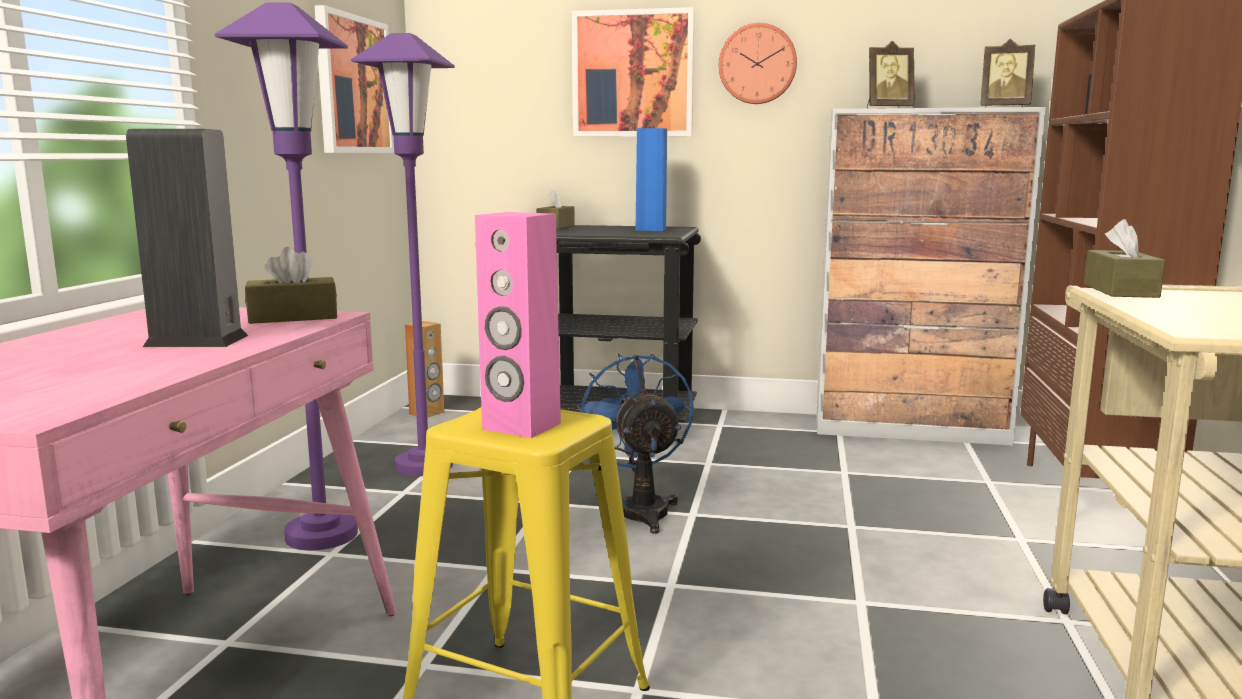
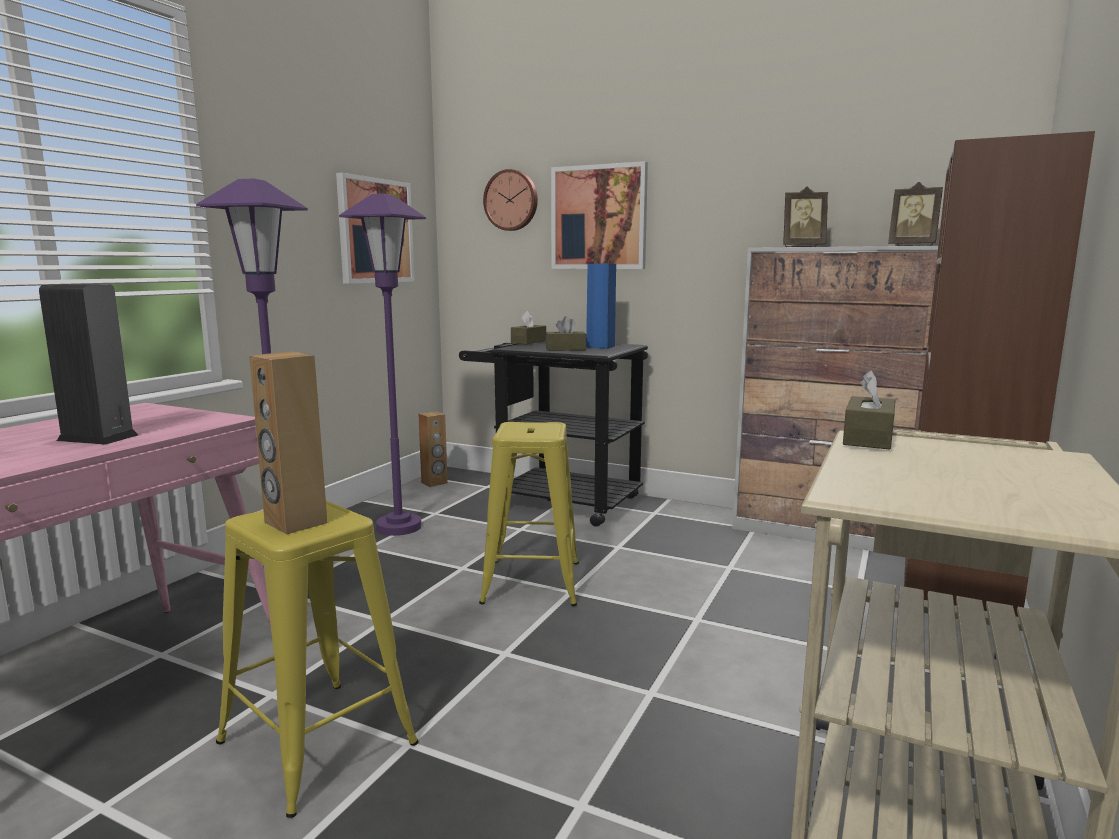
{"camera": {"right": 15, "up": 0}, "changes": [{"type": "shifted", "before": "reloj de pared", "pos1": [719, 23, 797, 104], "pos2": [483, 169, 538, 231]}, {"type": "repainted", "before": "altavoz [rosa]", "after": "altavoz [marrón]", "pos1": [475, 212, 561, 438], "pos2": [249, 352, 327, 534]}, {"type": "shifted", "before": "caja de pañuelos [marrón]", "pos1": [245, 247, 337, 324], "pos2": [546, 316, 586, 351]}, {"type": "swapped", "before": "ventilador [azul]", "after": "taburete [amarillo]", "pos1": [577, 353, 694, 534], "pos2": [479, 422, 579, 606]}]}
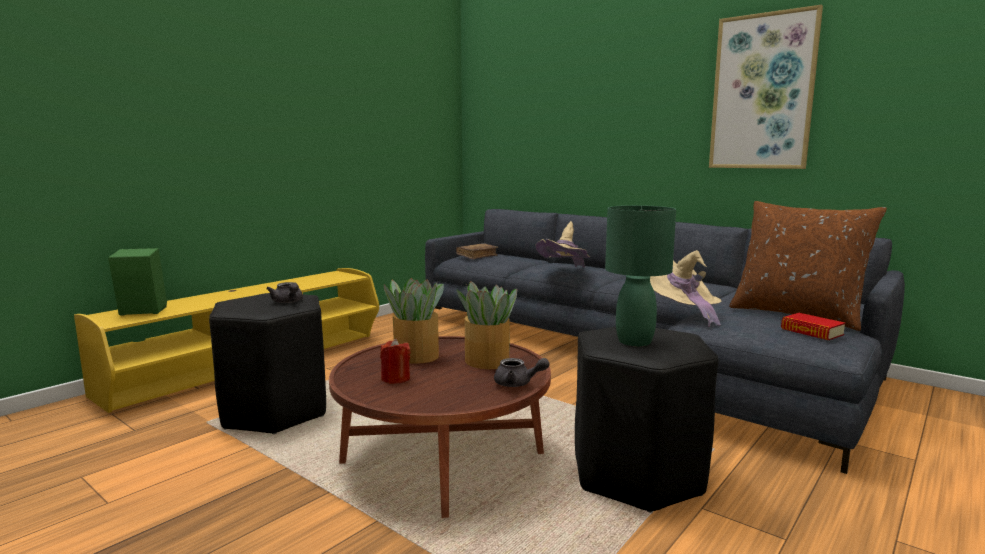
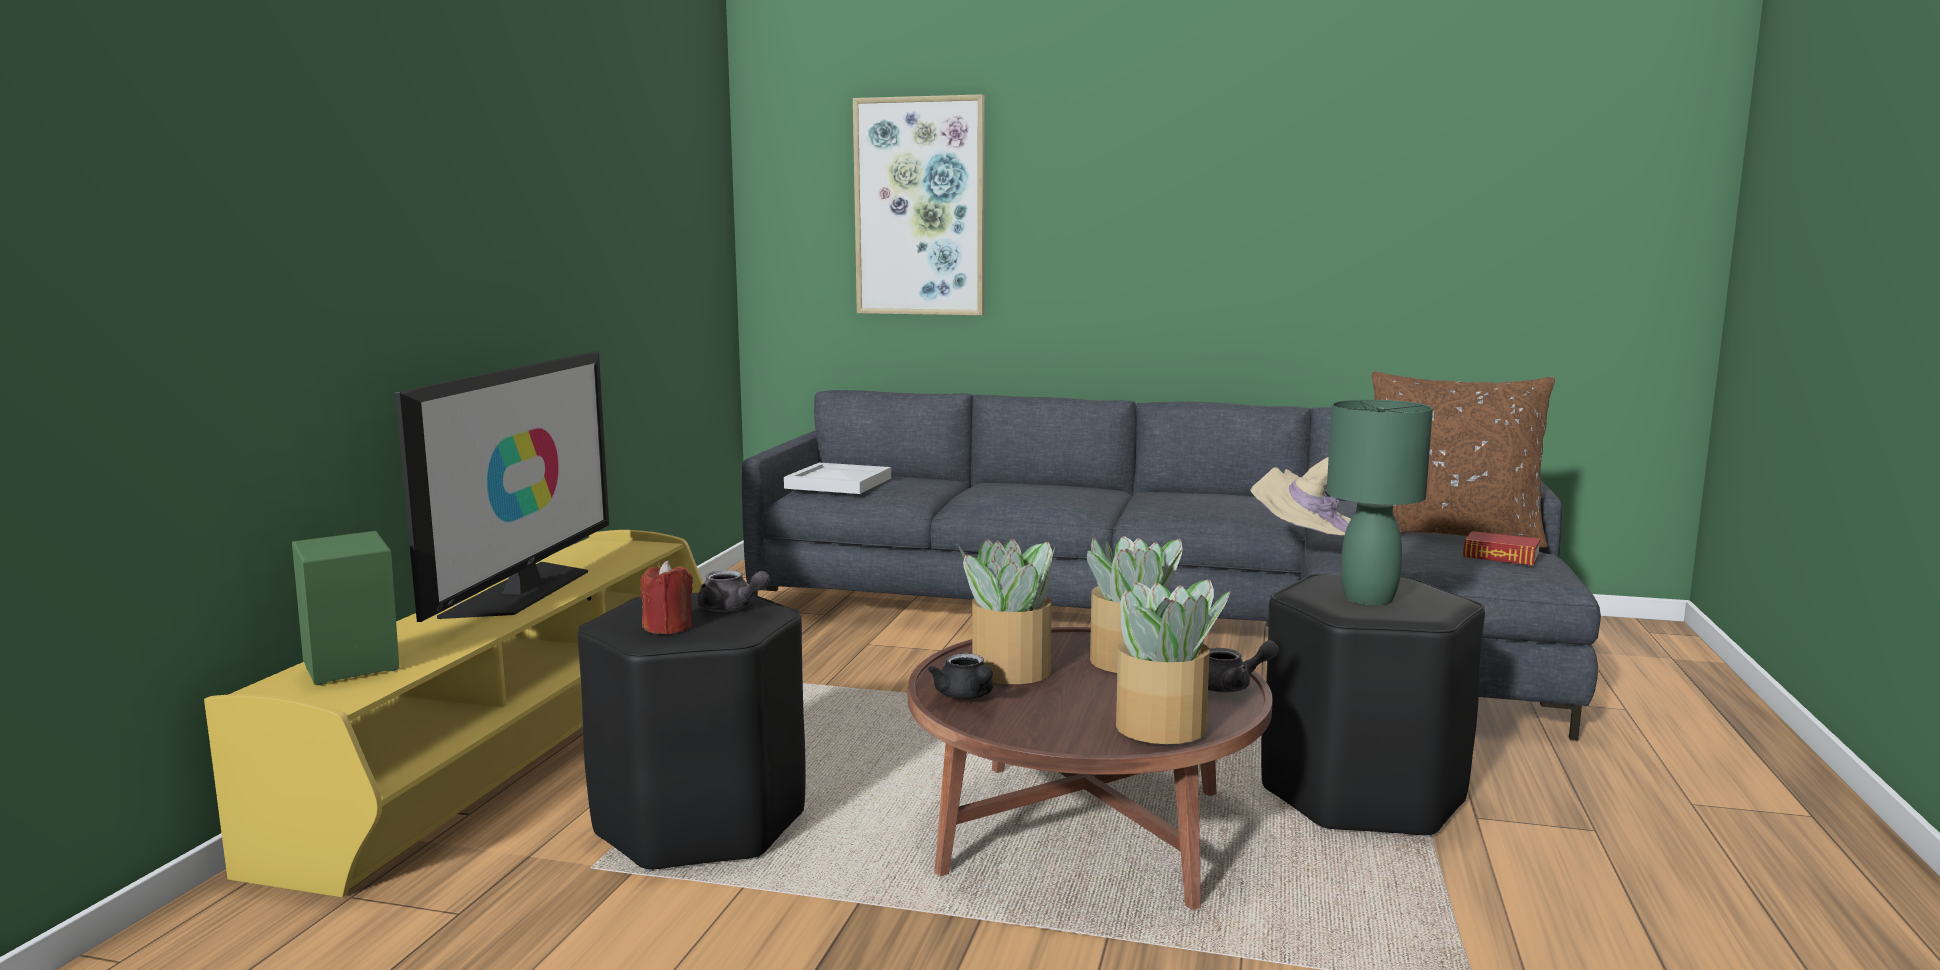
{"camera": {"right": -25, "up": 0}, "changes": [{"type": "shifted", "before": "cuadro", "pos1": [709, 4, 823, 169], "pos2": [853, 94, 985, 315]}, {"type": "gone", "before": "sombrero [beis]", "pos1": [536, 221, 590, 268]}, {"type": "swapped", "before": "libro [marrón]", "after": "bandeja [blanco]", "pos1": [456, 243, 498, 259], "pos2": [784, 463, 891, 494]}, {"type": "shifted", "before": "vela [rojo]", "pos1": [380, 339, 410, 384], "pos2": [641, 561, 693, 635]}, {"type": "new", "after": "televisor", "pos2": [395, 351, 609, 622]}, {"type": "new", "after": "planta en maceta", "pos2": [1116, 580, 1230, 744]}, {"type": "new", "after": "tetera [negro]", "pos2": [928, 653, 993, 699]}]}
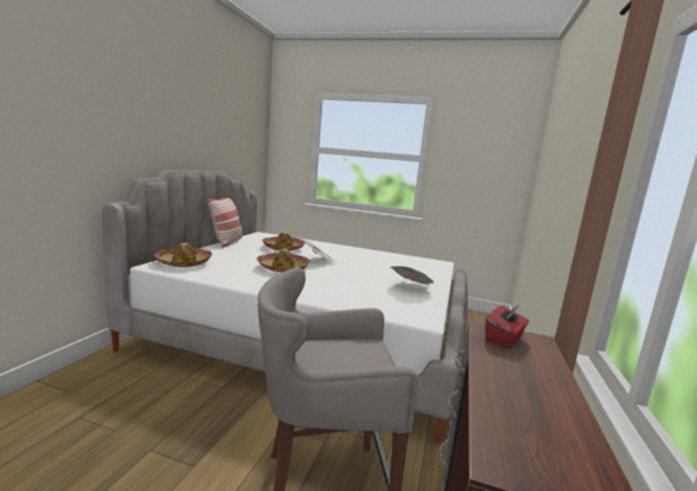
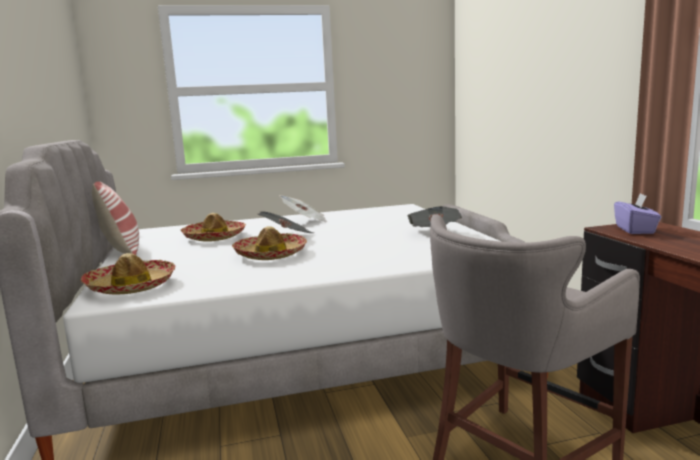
{"camera": {"right": -30, "up": 0}, "changes": [{"type": "repainted", "before": "caja de pañuelos [rojo]", "after": "caja de pañuelos [morado]", "pos1": [486, 305, 529, 348], "pos2": [614, 193, 661, 234]}, {"type": "new", "after": "periódico", "pos2": [279, 195, 327, 222]}]}
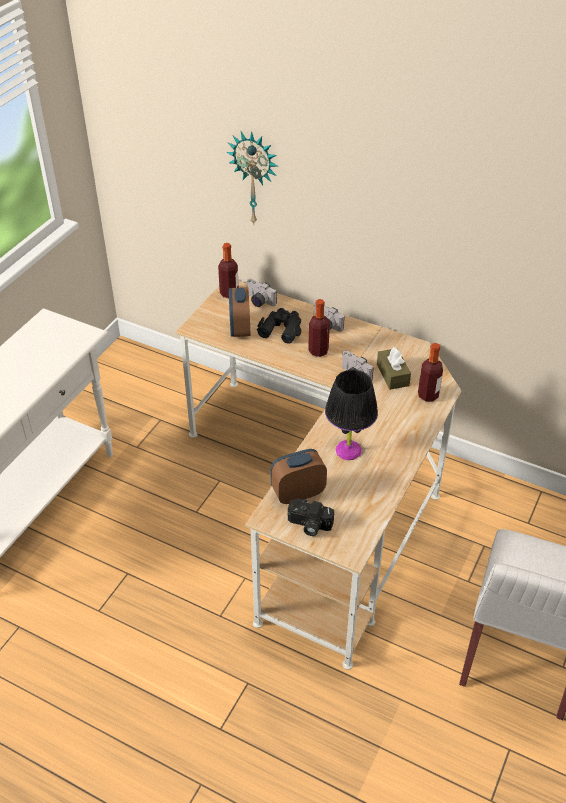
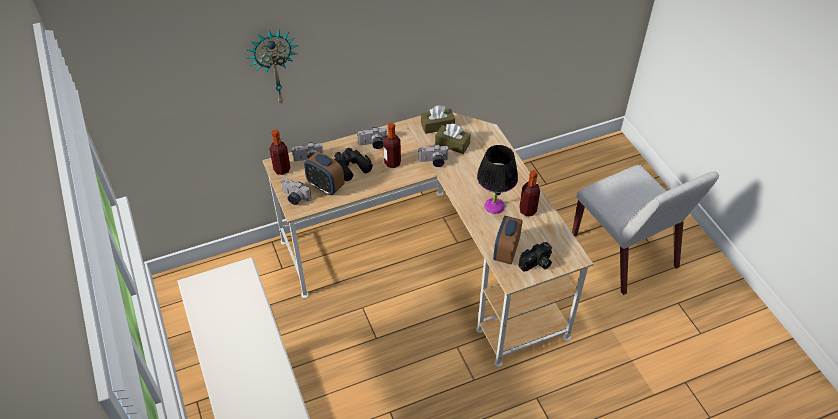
{"camera": {"right": -50, "up": 5}, "changes": [{"type": "shifted", "before": "botella", "pos1": [418, 343, 443, 402], "pos2": [519, 171, 540, 216]}, {"type": "new", "after": "caja de pañuelos [marrón]", "pos2": [421, 105, 455, 134]}, {"type": "new", "after": "cámara", "pos2": [281, 179, 311, 205]}]}
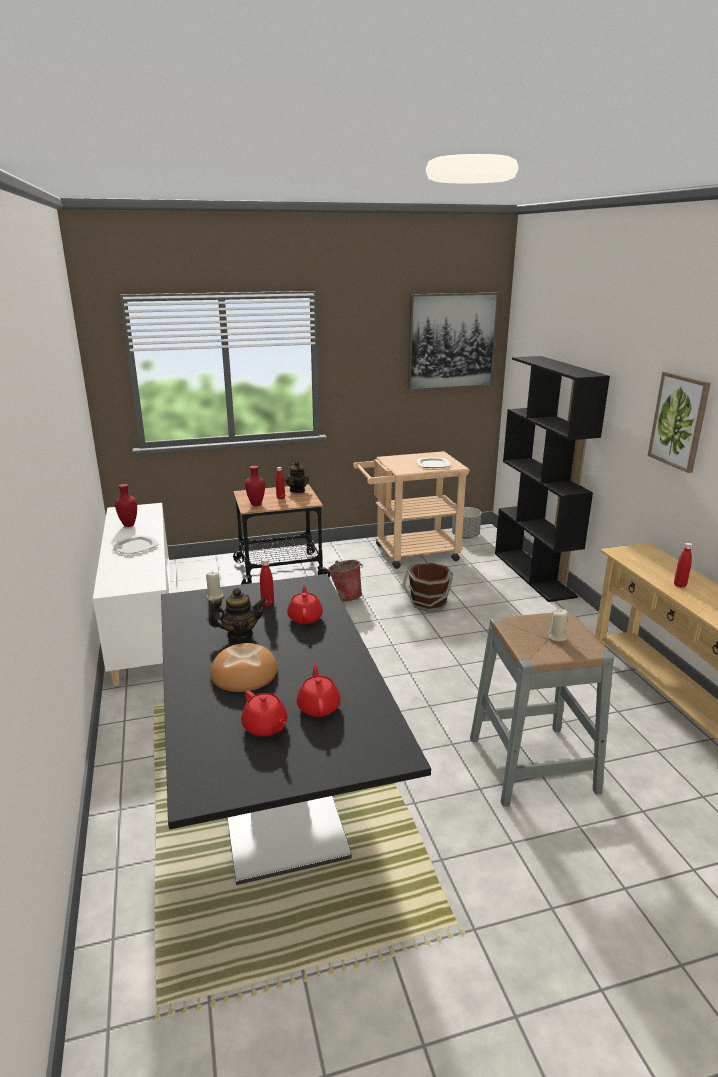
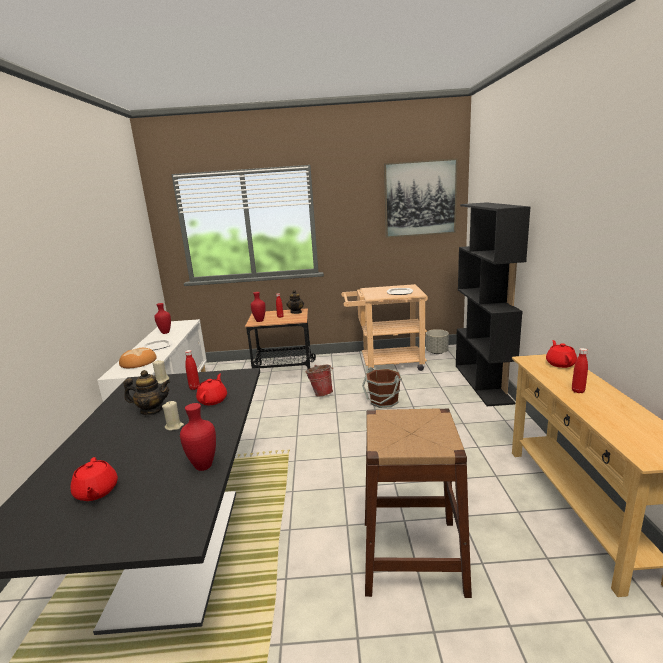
{"camera": {"right": 15, "up": -5}, "changes": [{"type": "gone", "before": "cuadro", "pos1": [648, 372, 711, 473]}, {"type": "shifted", "before": "vela [beis]", "pos1": [548, 609, 568, 641], "pos2": [162, 401, 184, 431]}, {"type": "repainted", "before": "taburete [gris]", "after": "taburete [marrón]", "pos1": [470, 611, 614, 807], "pos2": [365, 408, 472, 598]}, {"type": "shifted", "before": "pan", "pos1": [210, 643, 278, 692], "pos2": [119, 348, 157, 368]}, {"type": "shifted", "before": "tetera [rojo]", "pos1": [297, 664, 340, 717], "pos2": [546, 340, 577, 368]}, {"type": "new", "after": "florero [rojo]", "pos2": [180, 403, 216, 471]}]}
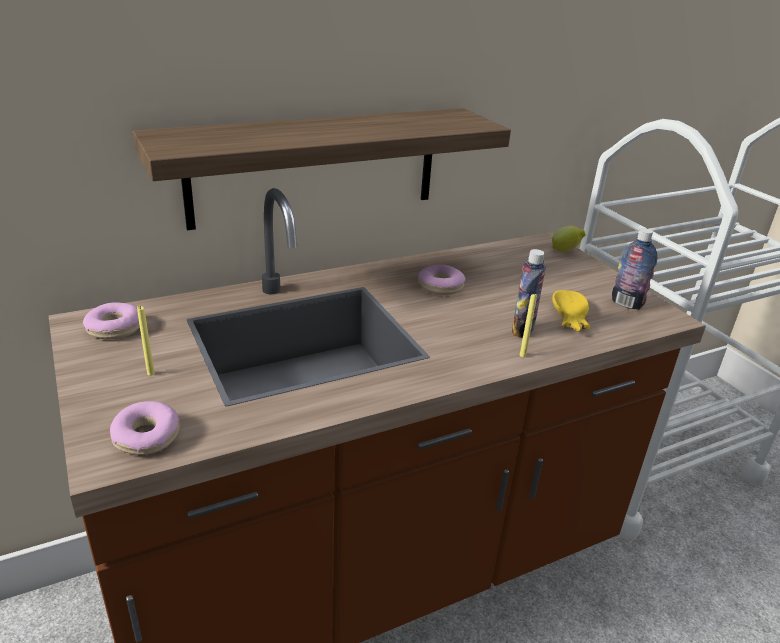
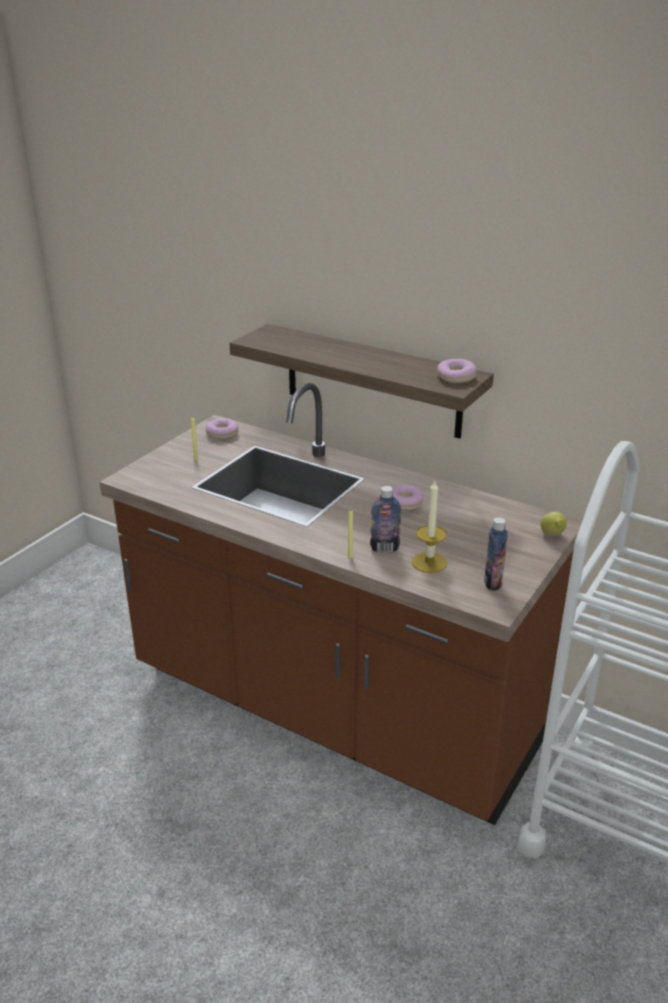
{"camera": {"right": 60, "up": 0}, "changes": [{"type": "swapped", "before": "cuenco [amarillo]", "after": "vela", "pos1": [552, 290, 591, 331], "pos2": [412, 481, 447, 573]}, {"type": "shifted", "before": "rosquilla", "pos1": [110, 401, 180, 455], "pos2": [437, 359, 477, 383]}]}
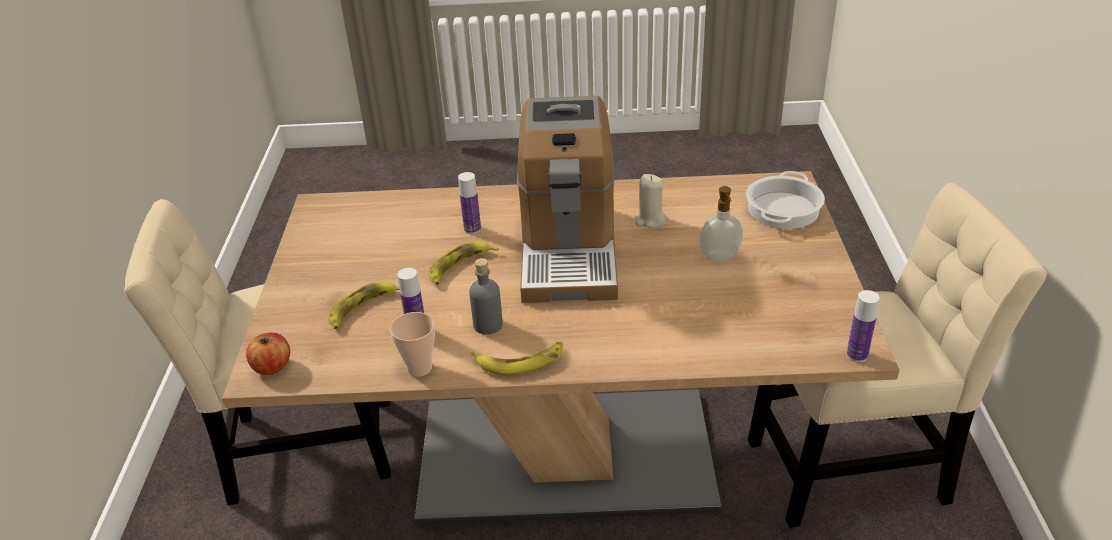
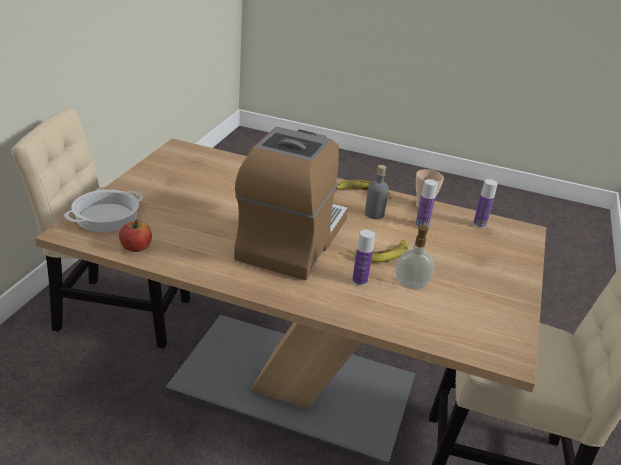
{"camera": {"right": -165, "up": -5}, "changes": [{"type": "gone", "before": "vela [beis]", "pos1": [635, 174, 665, 228]}, {"type": "shifted", "before": "dispensador de jabón", "pos1": [700, 186, 743, 261], "pos2": [395, 224, 434, 289]}, {"type": "gone", "before": "plátano", "pos1": [328, 281, 400, 329]}, {"type": "shifted", "before": "botella", "pos1": [846, 290, 880, 362], "pos2": [473, 179, 498, 228]}, {"type": "shifted", "before": "manzana", "pos1": [246, 333, 290, 375], "pos2": [119, 220, 152, 252]}]}
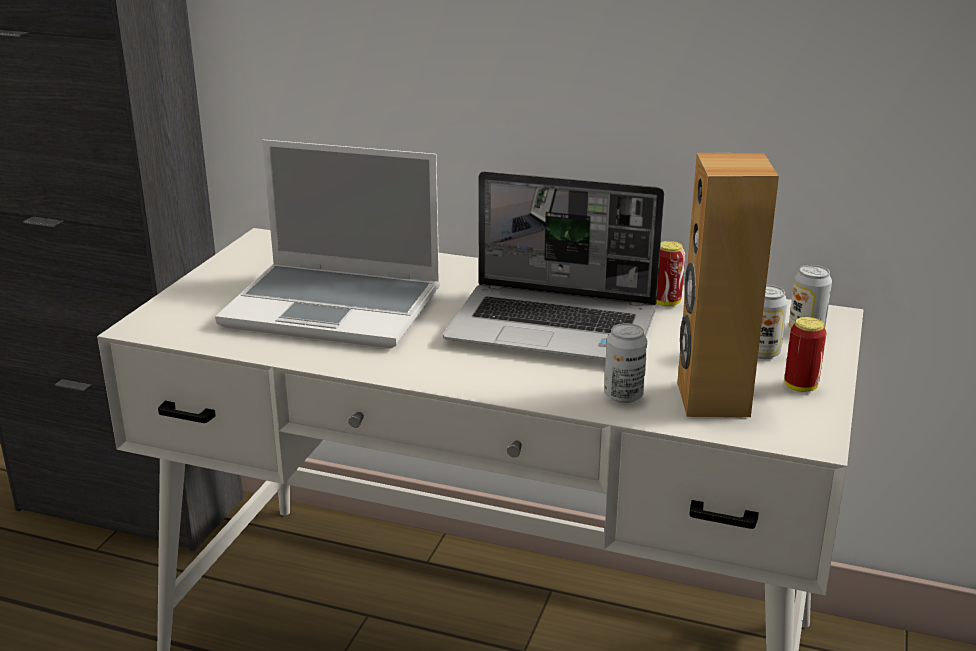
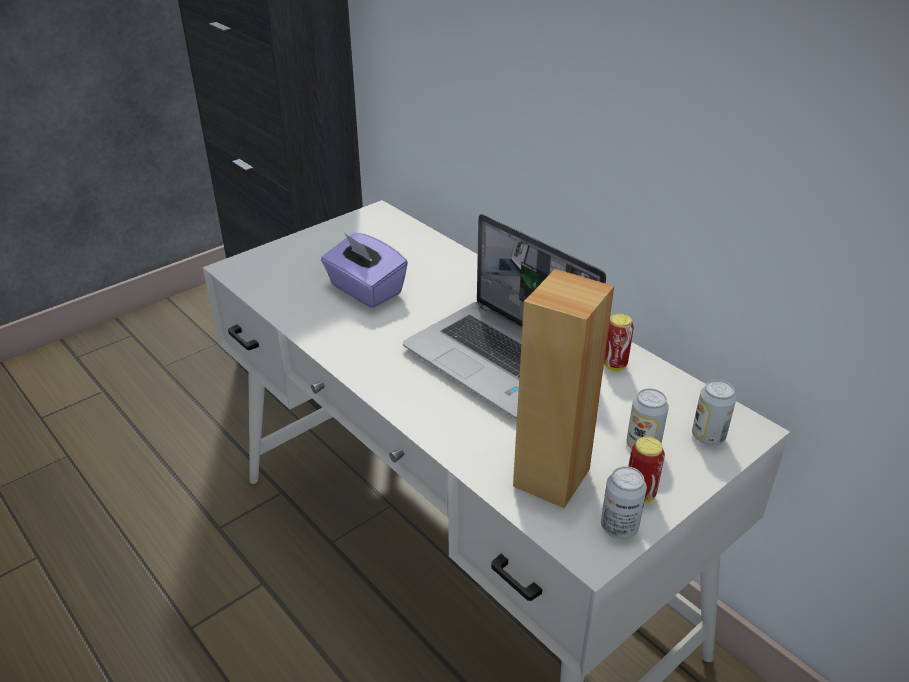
{"camera": {"right": 30, "up": 10}, "changes": [{"type": "swapped", "before": "portátil", "after": "caja de pañuelos [morado]", "pos1": [215, 139, 440, 349], "pos2": [321, 233, 408, 308]}, {"type": "shifted", "before": "lata", "pos1": [604, 323, 647, 403], "pos2": [601, 466, 647, 539]}]}
